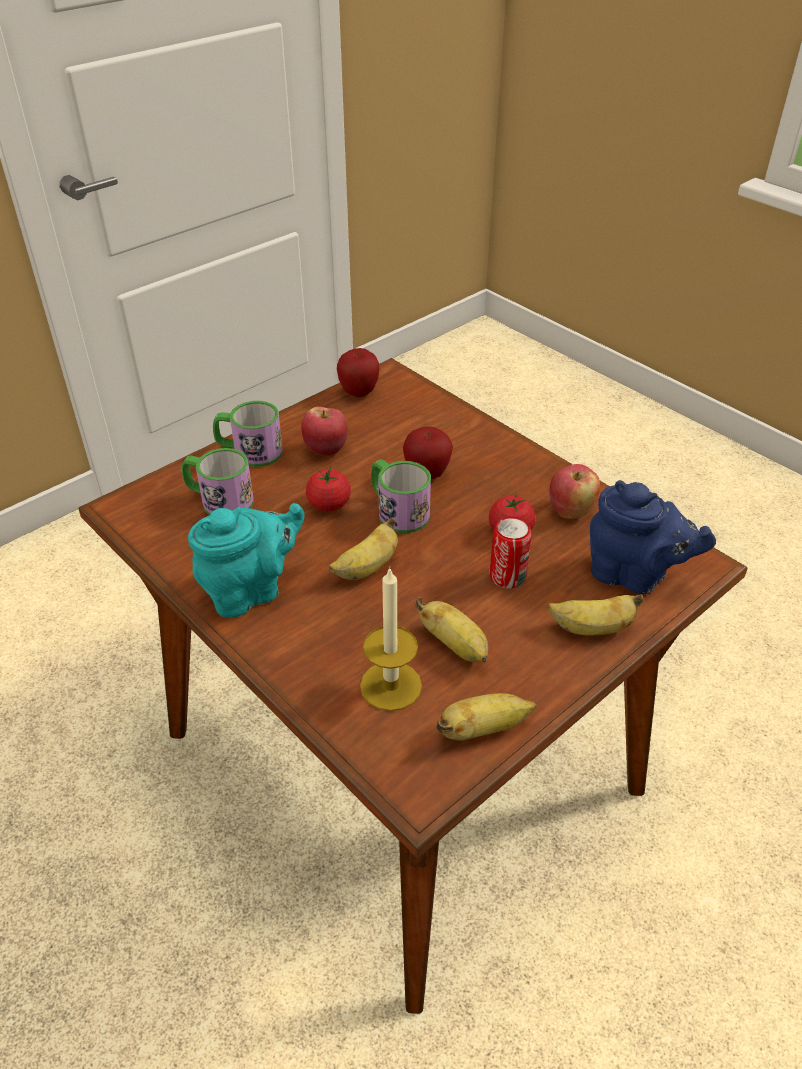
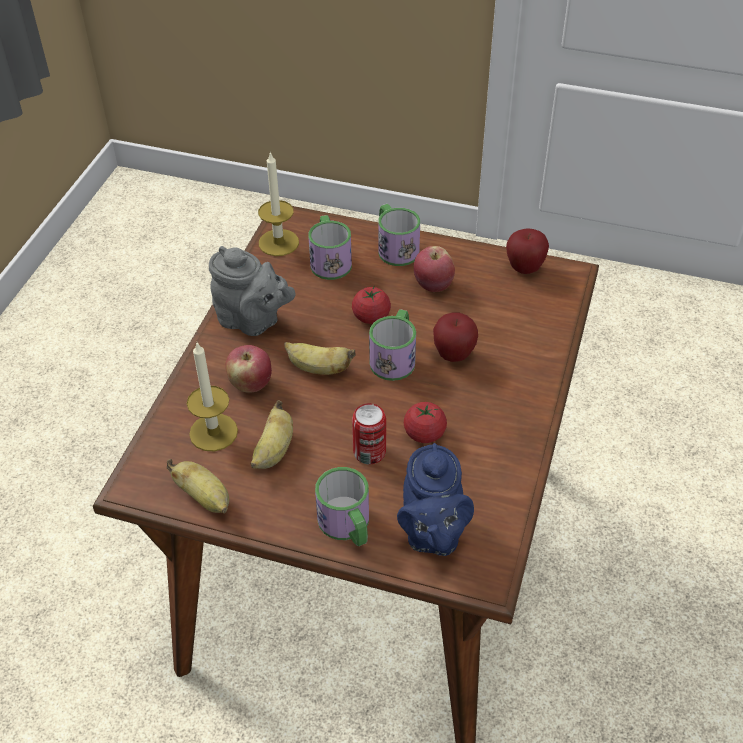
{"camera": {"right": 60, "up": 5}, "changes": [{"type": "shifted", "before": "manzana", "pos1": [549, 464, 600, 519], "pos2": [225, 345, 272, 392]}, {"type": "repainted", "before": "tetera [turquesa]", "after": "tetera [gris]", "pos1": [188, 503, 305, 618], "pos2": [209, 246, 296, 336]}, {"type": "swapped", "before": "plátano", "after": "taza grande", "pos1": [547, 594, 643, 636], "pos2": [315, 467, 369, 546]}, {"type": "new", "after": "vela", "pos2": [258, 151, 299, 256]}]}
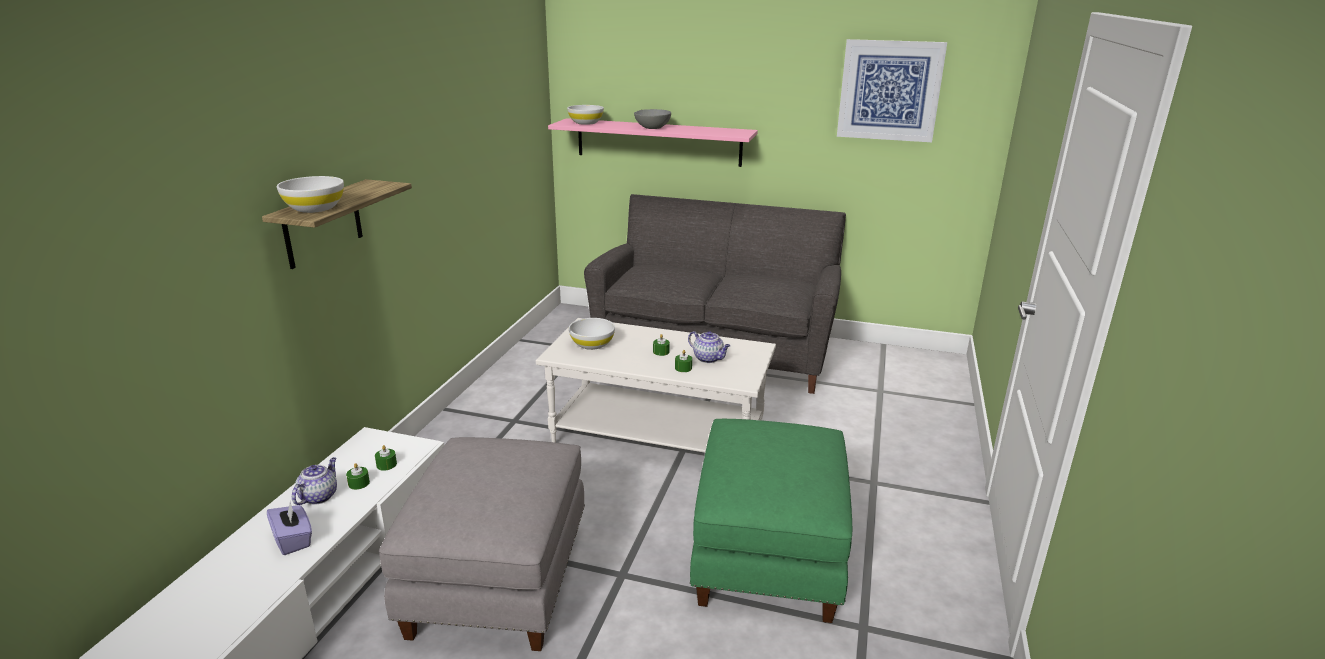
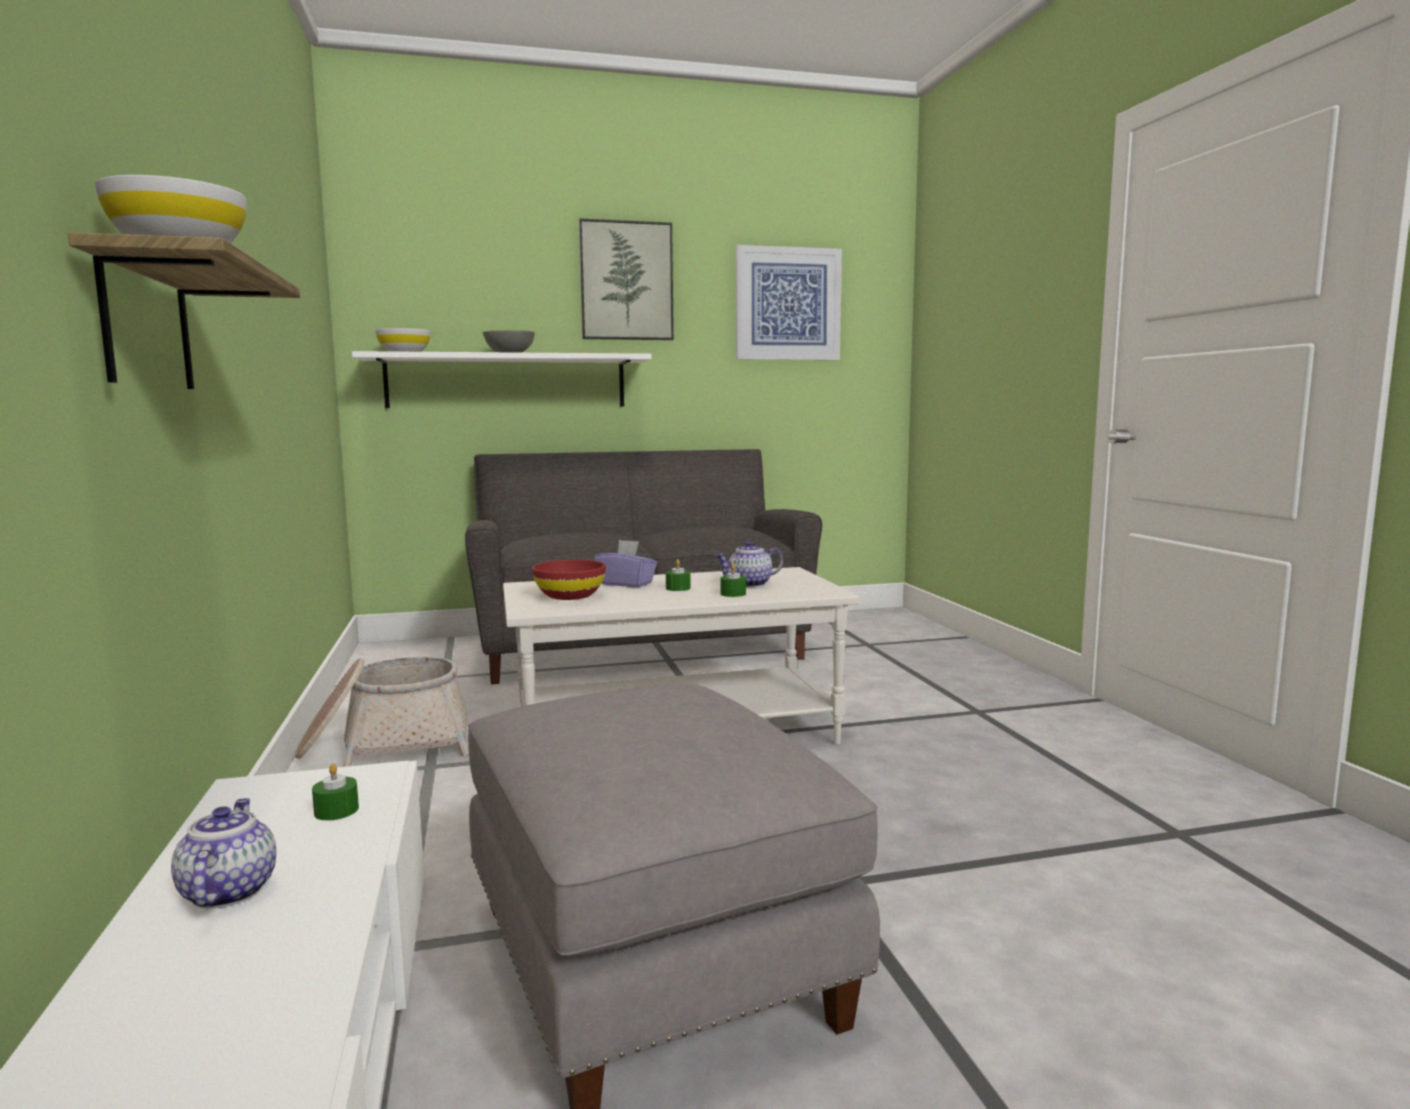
{"camera": {"right": -30, "up": -15}, "changes": [{"type": "repainted", "before": "estante [rosa]", "after": "estante [blanco]", "pos1": [548, 118, 758, 167], "pos2": [352, 351, 652, 408]}, {"type": "repainted", "before": "cuenco [blanco]", "after": "cuenco [rojo]", "pos1": [569, 318, 615, 350], "pos2": [532, 560, 606, 600]}, {"type": "rotated", "before": "tetera", "pos1": [688, 331, 730, 363], "pos2": [715, 541, 784, 587], "turn": 150}, {"type": "gone", "before": "puf [verde]", "pos1": [690, 419, 852, 623]}, {"type": "gone", "before": "vela [verde]", "pos1": [346, 463, 370, 490]}, {"type": "shifted", "before": "caja de pañuelos [morado]", "pos1": [267, 500, 312, 555], "pos2": [594, 540, 657, 587]}, {"type": "new", "after": "cuadro", "pos2": [579, 219, 674, 340]}, {"type": "new", "after": "cesta", "pos2": [295, 657, 469, 767]}]}
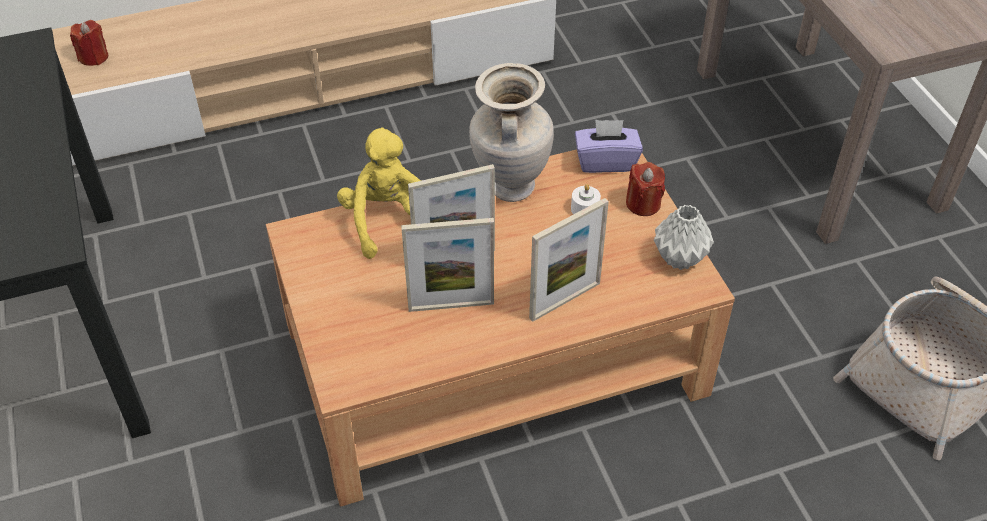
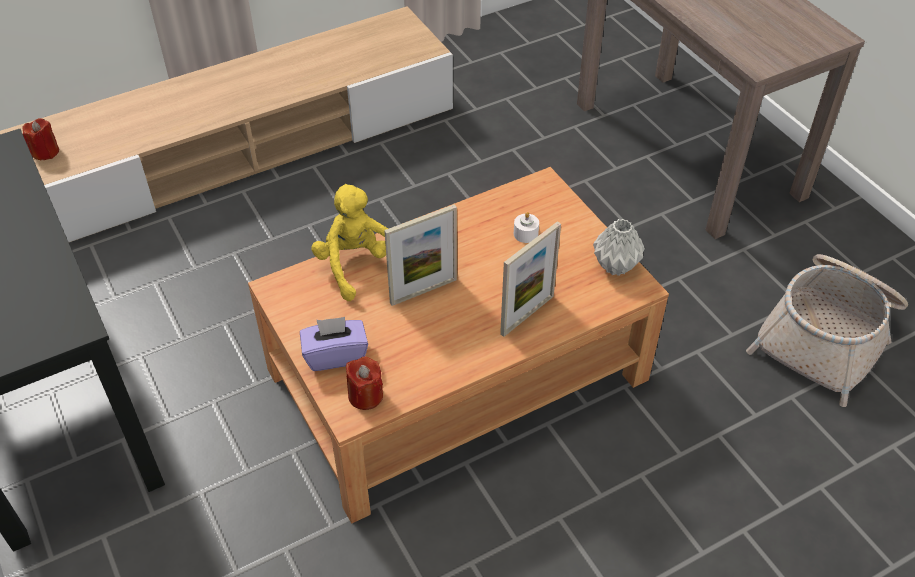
{"camera": {"right": -10, "up": 0}, "changes": [{"type": "gone", "before": "florero [beis]", "pos1": [469, 63, 554, 202]}, {"type": "shifted", "before": "caja de pañuelos [morado]", "pos1": [575, 120, 643, 173], "pos2": [300, 317, 368, 371]}, {"type": "shifted", "before": "vela [rojo]", "pos1": [626, 162, 665, 216], "pos2": [346, 357, 383, 410]}, {"type": "gone", "before": "portarretratos", "pos1": [401, 218, 494, 312]}]}
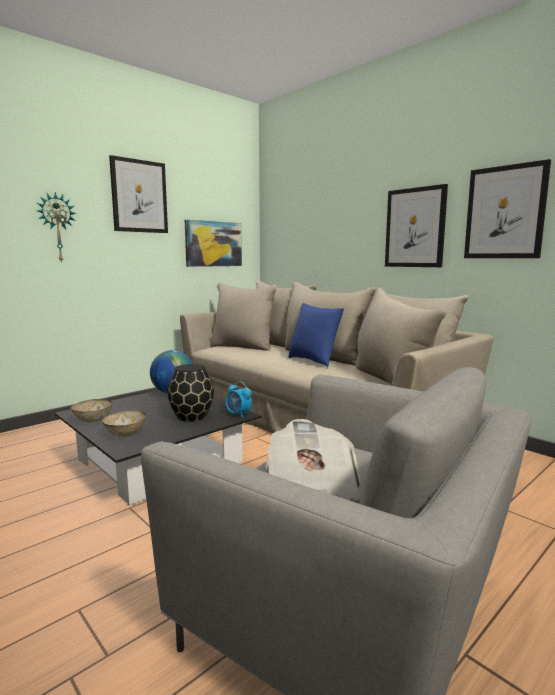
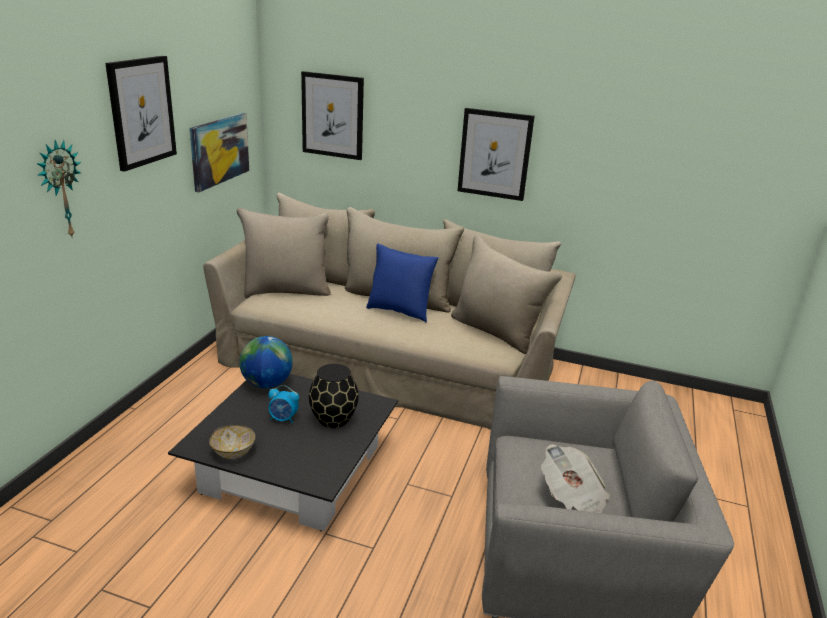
{"camera": {"right": -30, "up": 15}, "changes": [{"type": "shifted", "before": "cuadro", "pos1": [464, 159, 551, 258], "pos2": [301, 71, 364, 160]}, {"type": "shifted", "before": "despertador", "pos1": [225, 381, 252, 418], "pos2": [268, 385, 299, 424]}, {"type": "gone", "before": "cuenco", "pos1": [102, 410, 146, 437]}]}
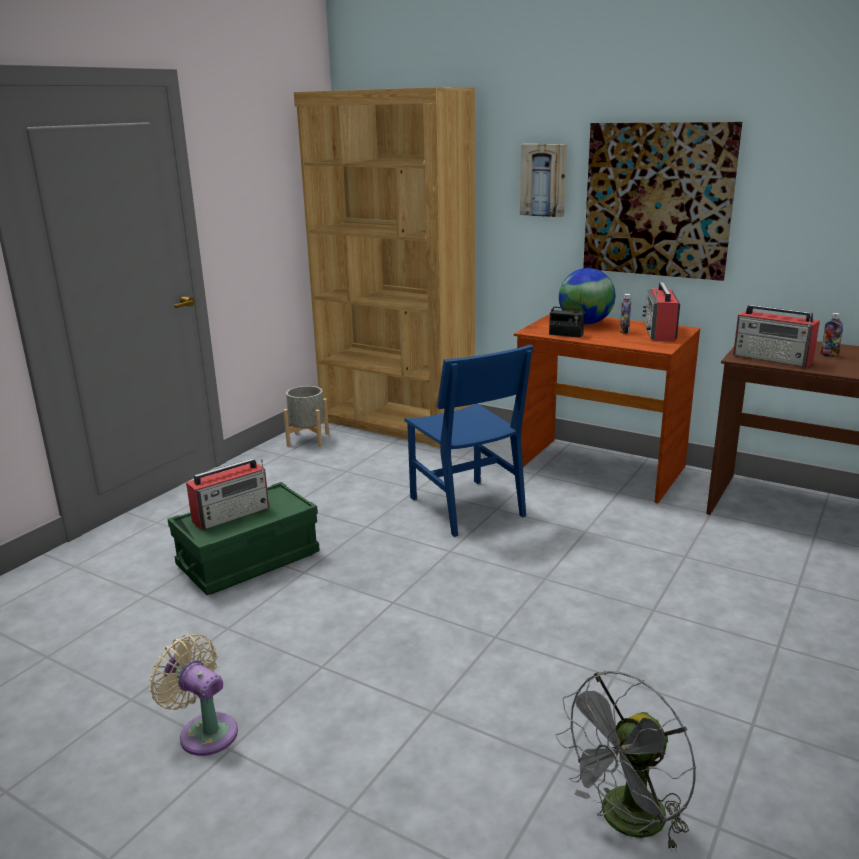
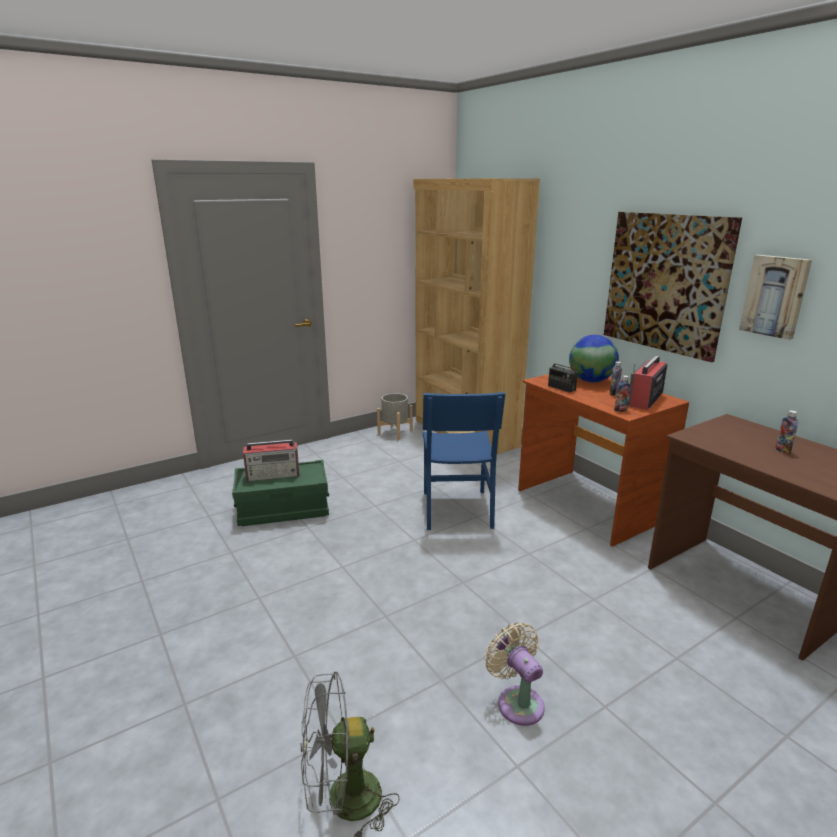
{"camera": {"right": 25, "up": 0}, "changes": [{"type": "shifted", "before": "cuadro", "pos1": [520, 144, 567, 217], "pos2": [739, 255, 812, 340]}, {"type": "gone", "before": "radio", "pos1": [733, 305, 820, 368]}, {"type": "shifted", "before": "ventilador [beis]", "pos1": [149, 634, 238, 756], "pos2": [485, 622, 545, 726]}, {"type": "new", "after": "botella", "pos2": [614, 375, 631, 412]}]}
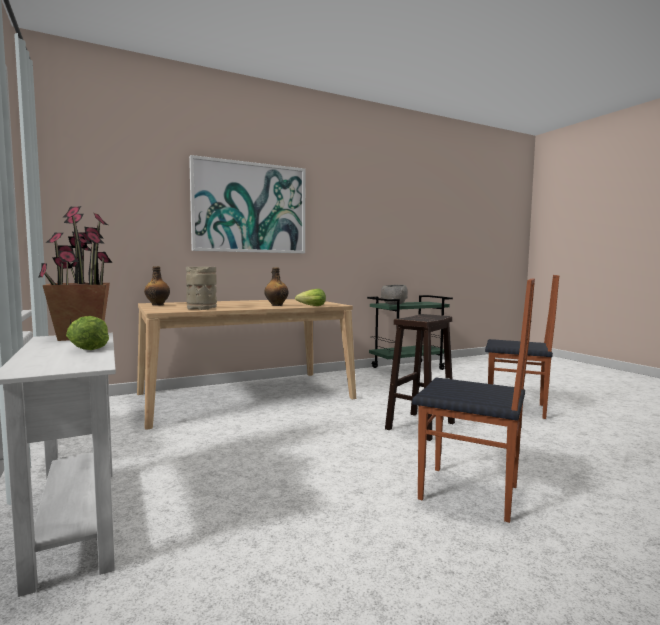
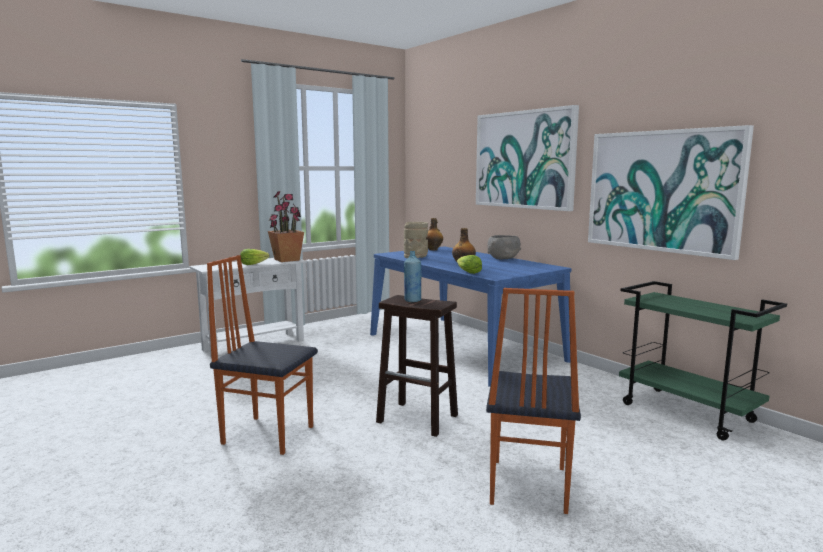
{"camera": {"right": 80, "up": 5}, "changes": [{"type": "rotated", "before": "silla", "pos1": [412, 278, 535, 523], "pos2": [207, 255, 318, 455], "turn": 90}, {"type": "shifted", "before": "cuenco [gris]", "pos1": [381, 285, 408, 305], "pos2": [487, 235, 521, 259]}, {"type": "repainted", "before": "mesa de comedor [beis]", "after": "mesa de comedor [azul]", "pos1": [137, 299, 356, 430], "pos2": [370, 247, 572, 387]}, {"type": "new", "after": "cuadro", "pos2": [588, 125, 754, 260]}, {"type": "new", "after": "botella [azul]", "pos2": [404, 251, 422, 302]}]}
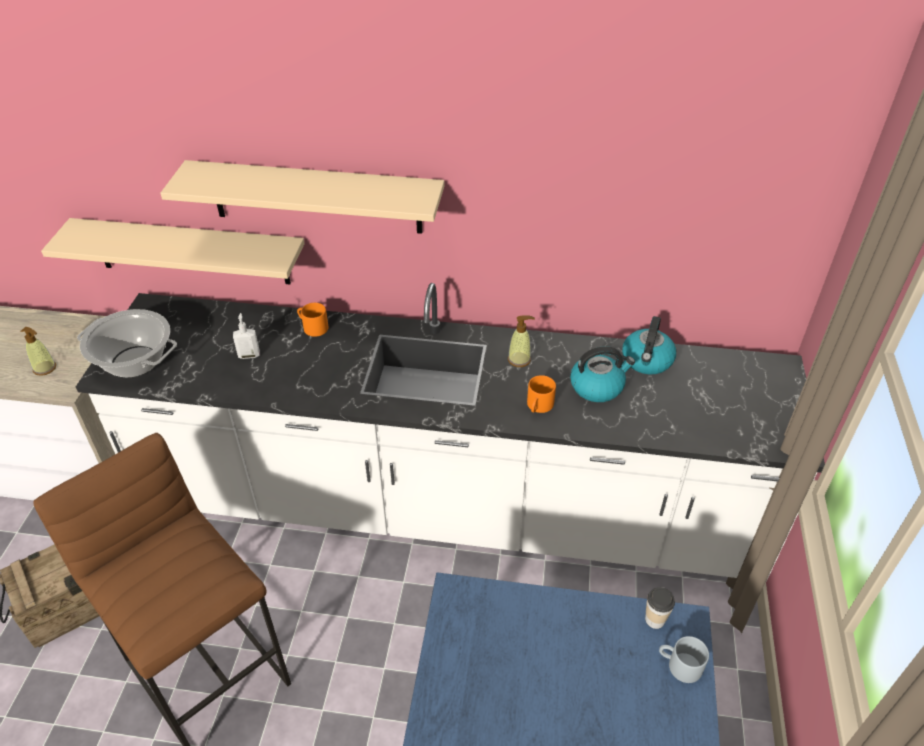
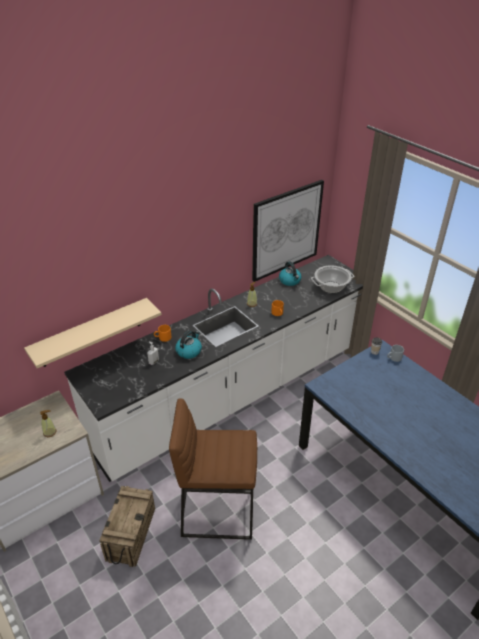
{"camera": {"right": -45, "up": -5}, "changes": [{"type": "gone", "before": "estante [beis]", "pos1": [160, 160, 444, 234]}, {"type": "shifted", "before": "olla", "pos1": [77, 309, 177, 377], "pos2": [311, 265, 354, 293]}, {"type": "shifted", "before": "hervidor", "pos1": [570, 346, 635, 402], "pos2": [175, 330, 202, 359]}, {"type": "new", "after": "cuadro", "pos2": [252, 180, 324, 282]}]}
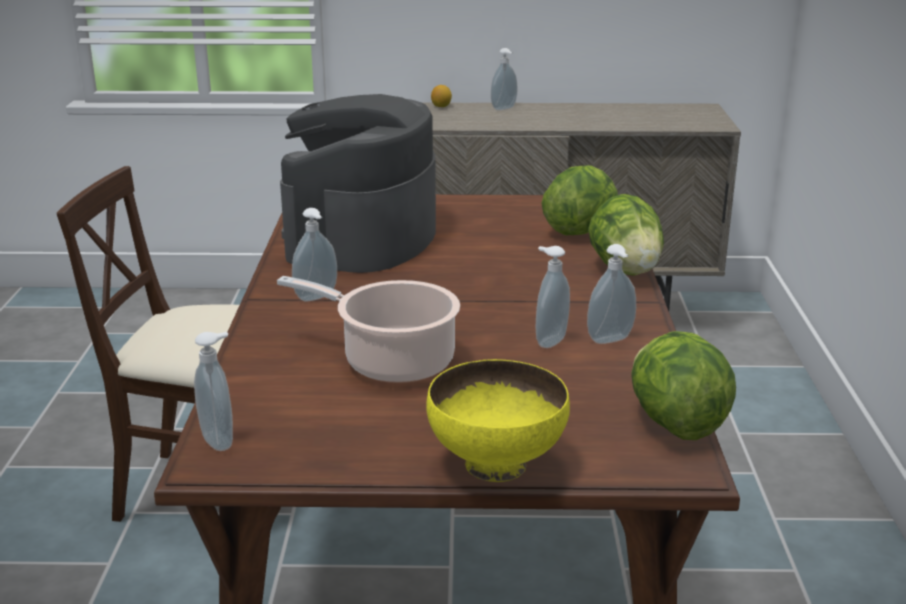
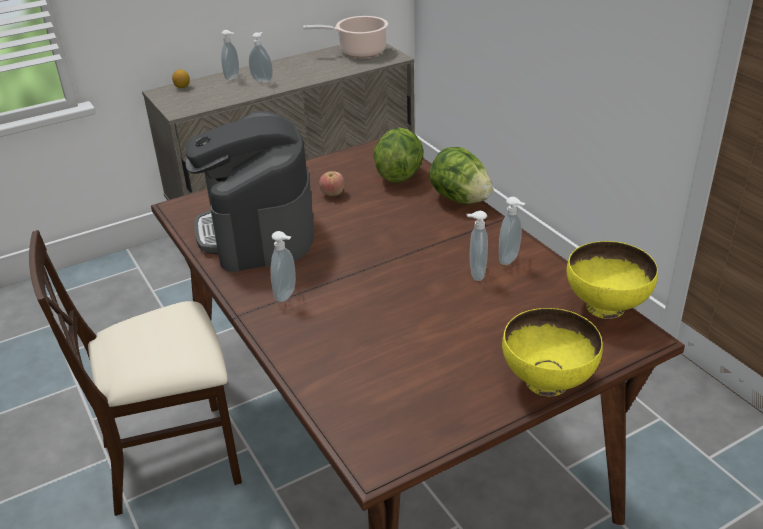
{"camera": {"right": -30, "up": 10}, "changes": [{"type": "shifted", "before": "olla", "pos1": [277, 276, 460, 383], "pos2": [303, 16, 388, 58]}, {"type": "swapped", "before": "lechuga", "after": "cuenco [amarillo]", "pos1": [631, 331, 736, 440], "pos2": [567, 241, 658, 319]}, {"type": "shifted", "before": "dispensador de jabón", "pos1": [194, 332, 233, 451], "pos2": [249, 32, 273, 82]}, {"type": "new", "after": "manzana", "pos2": [319, 171, 344, 196]}]}
